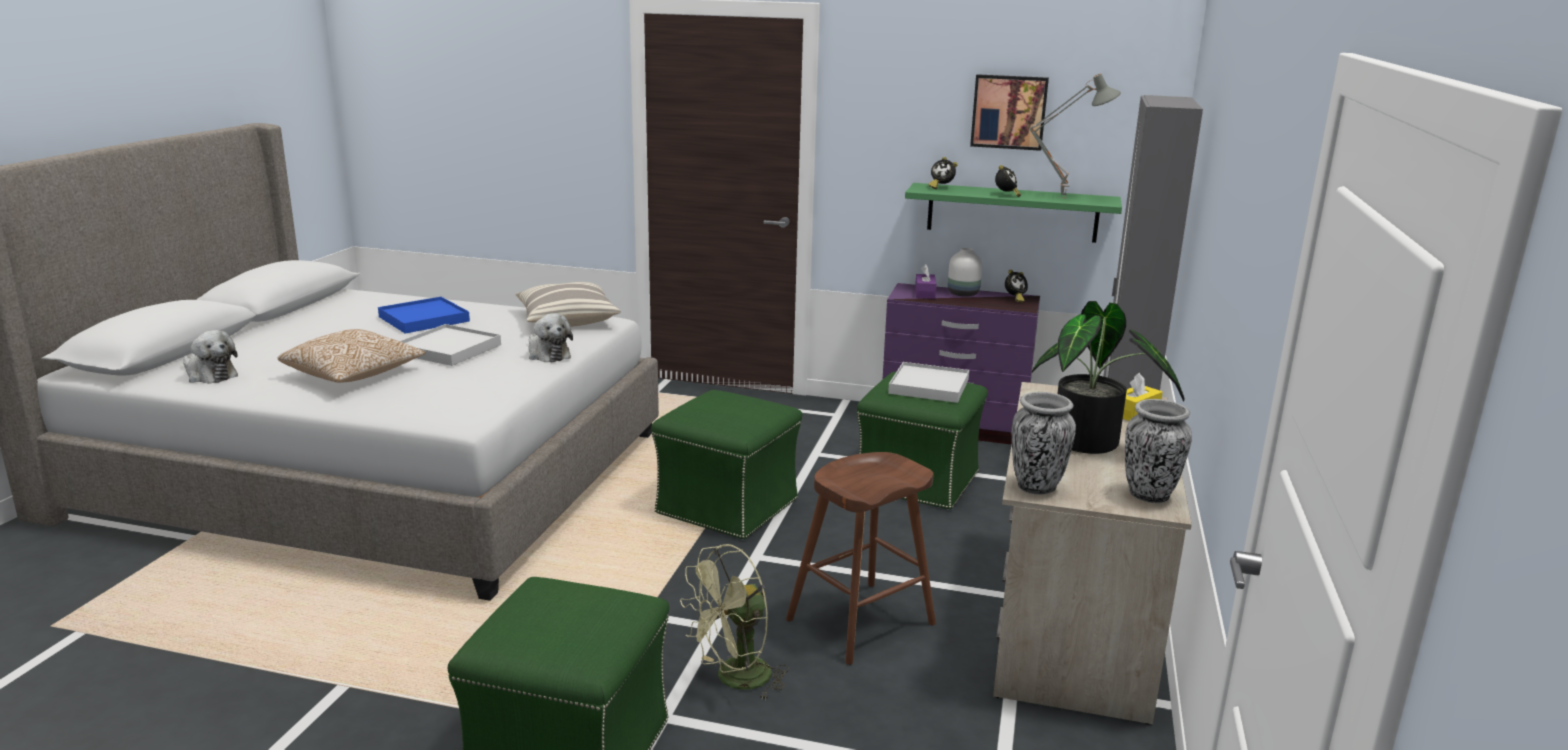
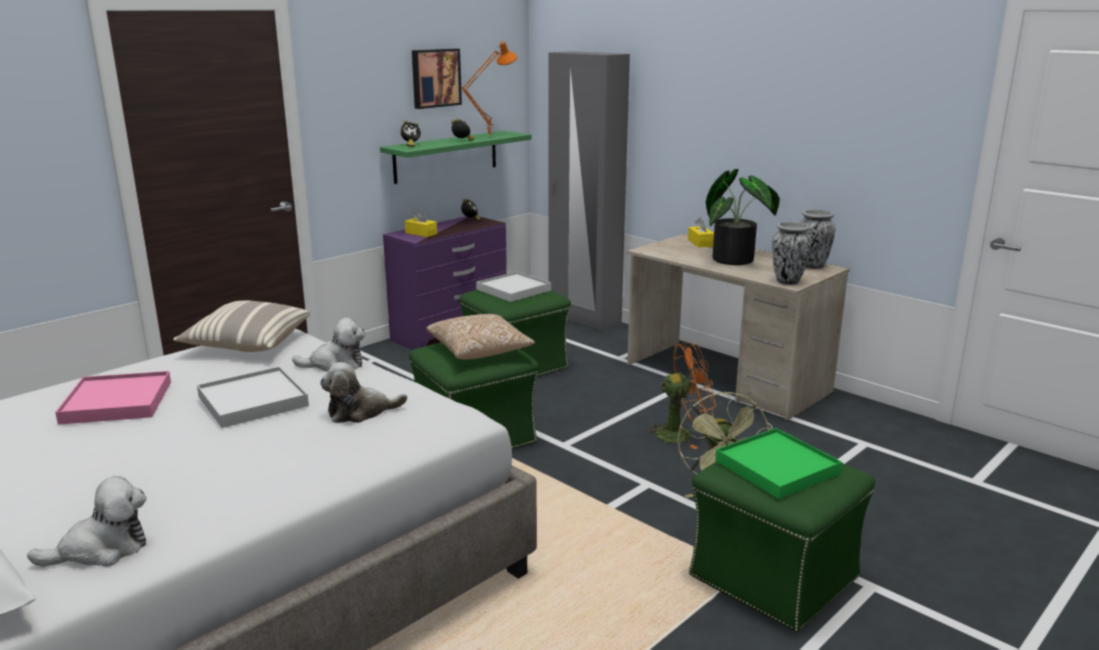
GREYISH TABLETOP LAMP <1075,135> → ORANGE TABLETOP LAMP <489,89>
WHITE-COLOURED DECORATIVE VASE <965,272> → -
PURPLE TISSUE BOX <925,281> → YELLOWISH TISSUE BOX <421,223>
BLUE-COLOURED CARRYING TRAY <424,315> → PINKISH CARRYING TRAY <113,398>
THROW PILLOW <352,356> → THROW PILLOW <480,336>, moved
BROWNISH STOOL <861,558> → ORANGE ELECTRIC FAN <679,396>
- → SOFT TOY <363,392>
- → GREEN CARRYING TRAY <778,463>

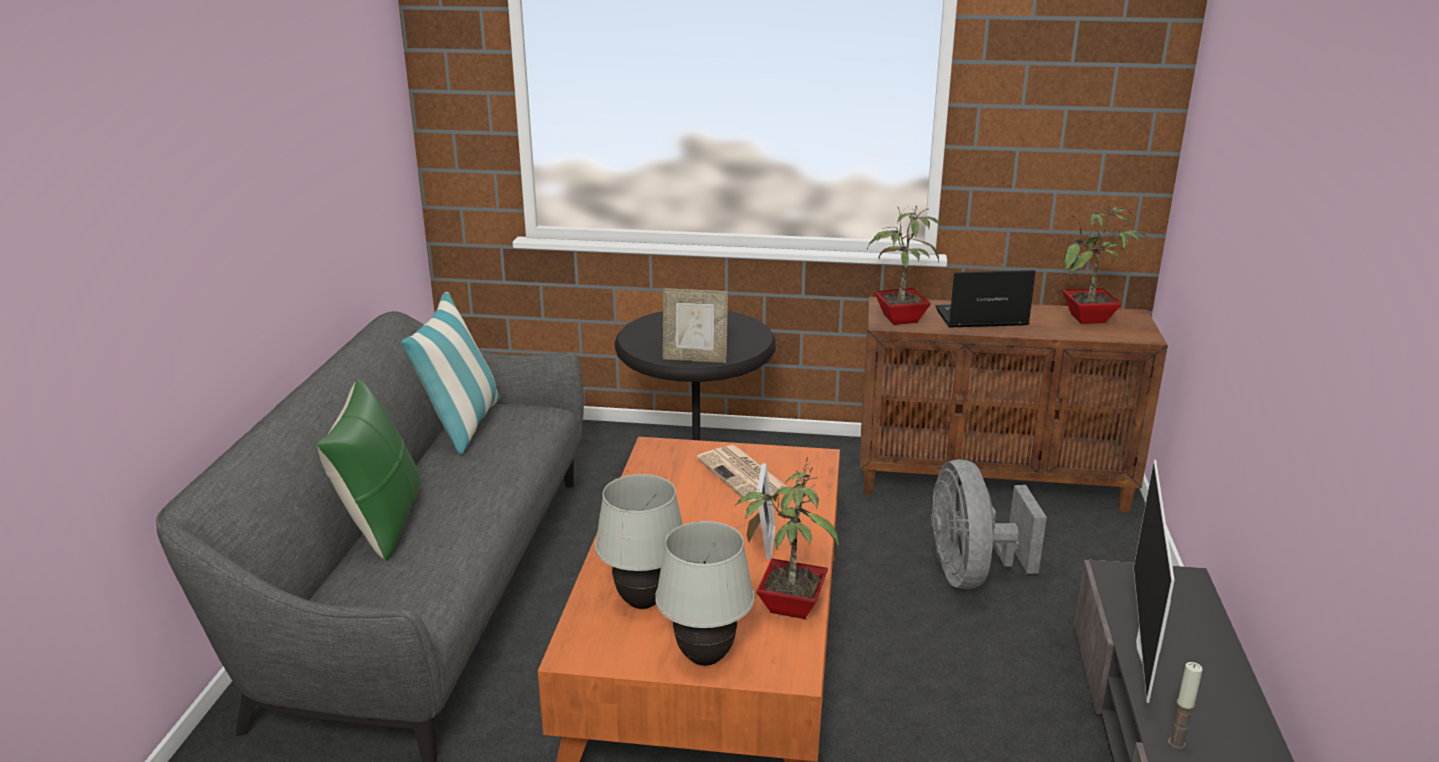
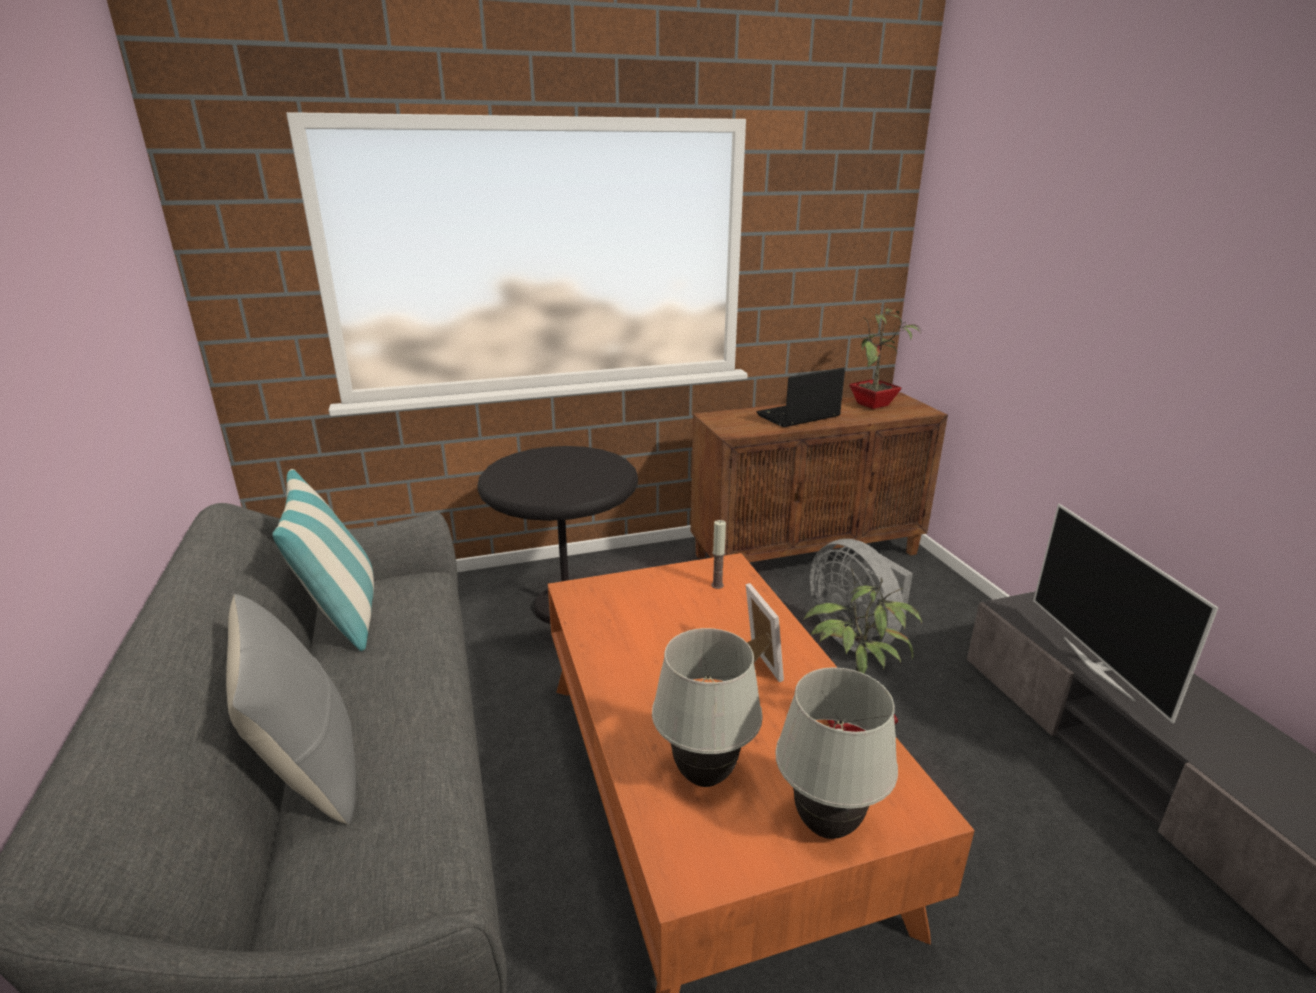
POTTED PLANT <903,265> → -
STANDING FRAME <695,325> → -
GREEN THROW PILLOW <369,470> → GREYISH THROW PILLOW <291,709>
DAILY PAPER <741,473> → -
WAX LIGHT <1185,705> → WAX LIGHT <718,554>, moved

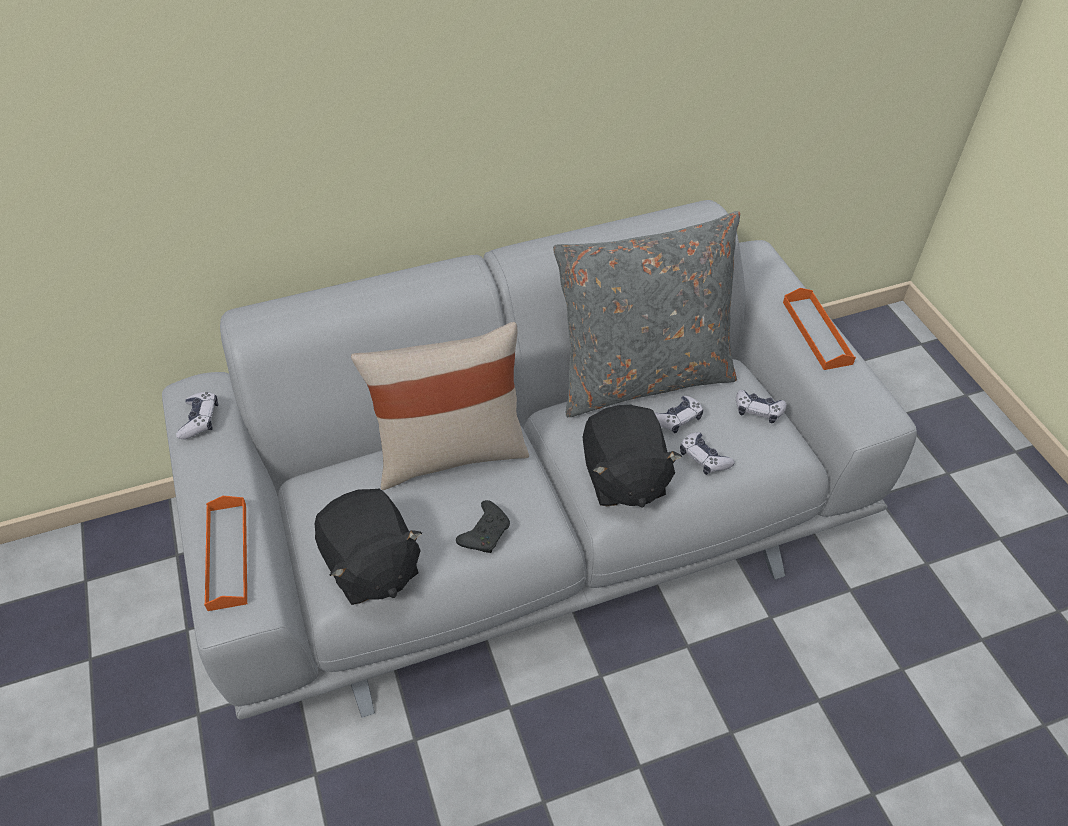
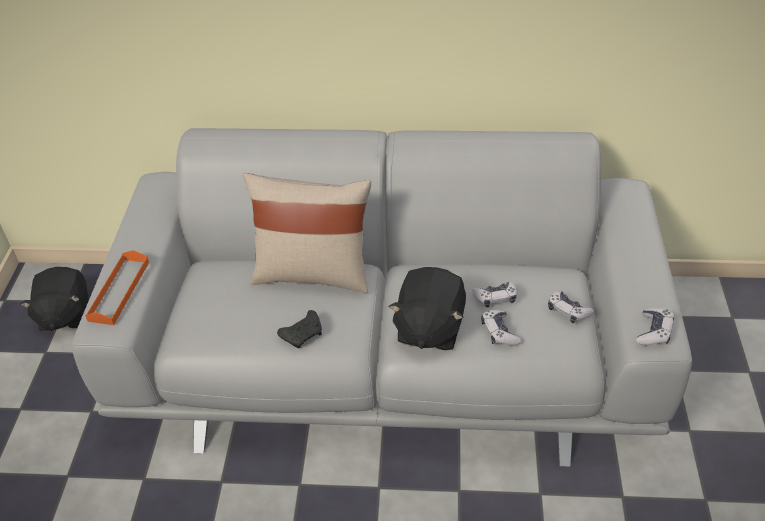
GREYISH THROW PILLOW <646,314> → -
ORANGE CARRYING TRAY <819,329> → -
JOYPAD <197,415> → JOYPAD <655,326>, moved
BLACK SOFT TOY <368,547> → BLACK SOFT TOY <54,299>, moved

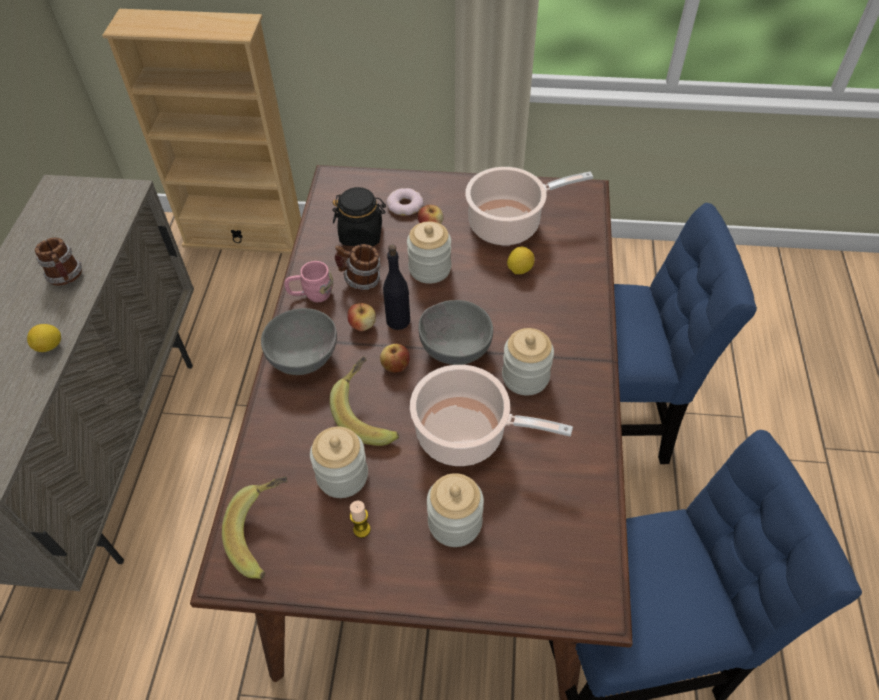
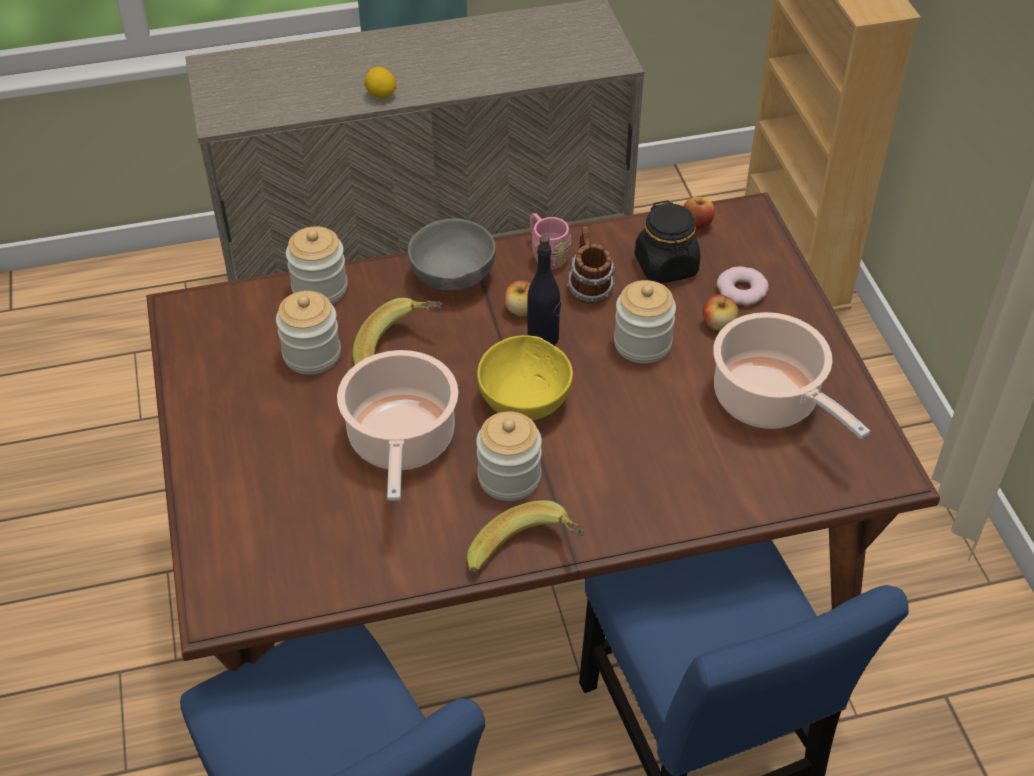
MUG <58,261> → -
LEMON <521,260> → -
GREYISH BOWL <456,332> → YELLOWISH BOWL <525,377>
WHOLE APPLE <395,358> → WHOLE APPLE <699,213>, moved
STORAGE JAR <455,510> → STORAGE JAR <317,265>, moved
BANANA FRUIT <254,528> → BANANA FRUIT <525,537>, moved
WAX LIGHT <360,519> → -

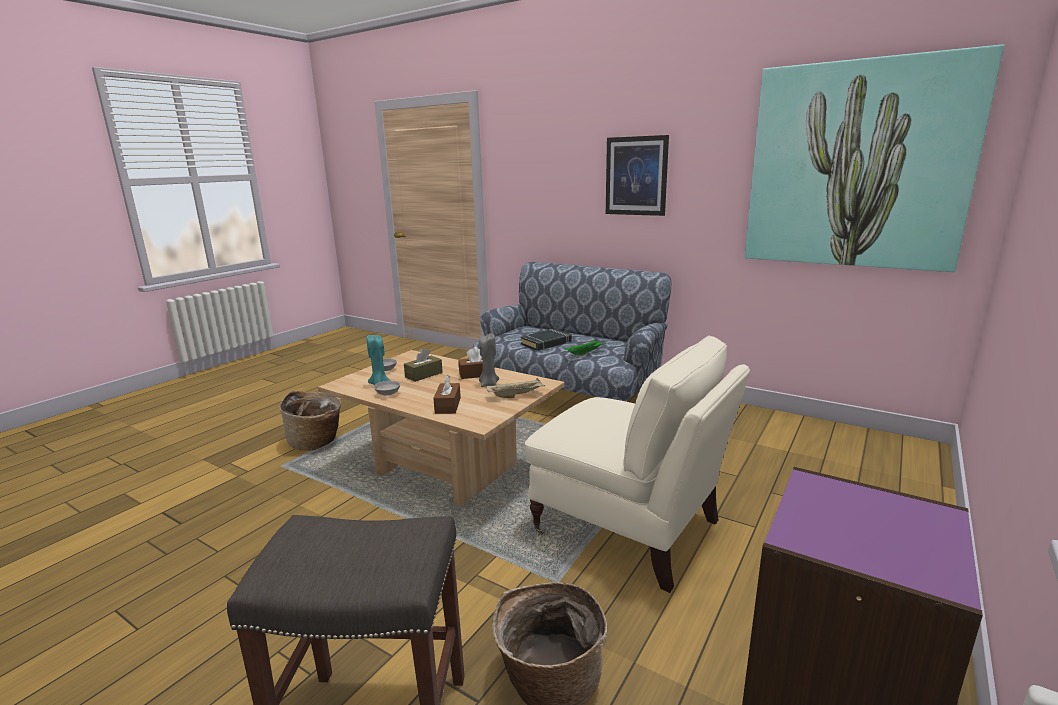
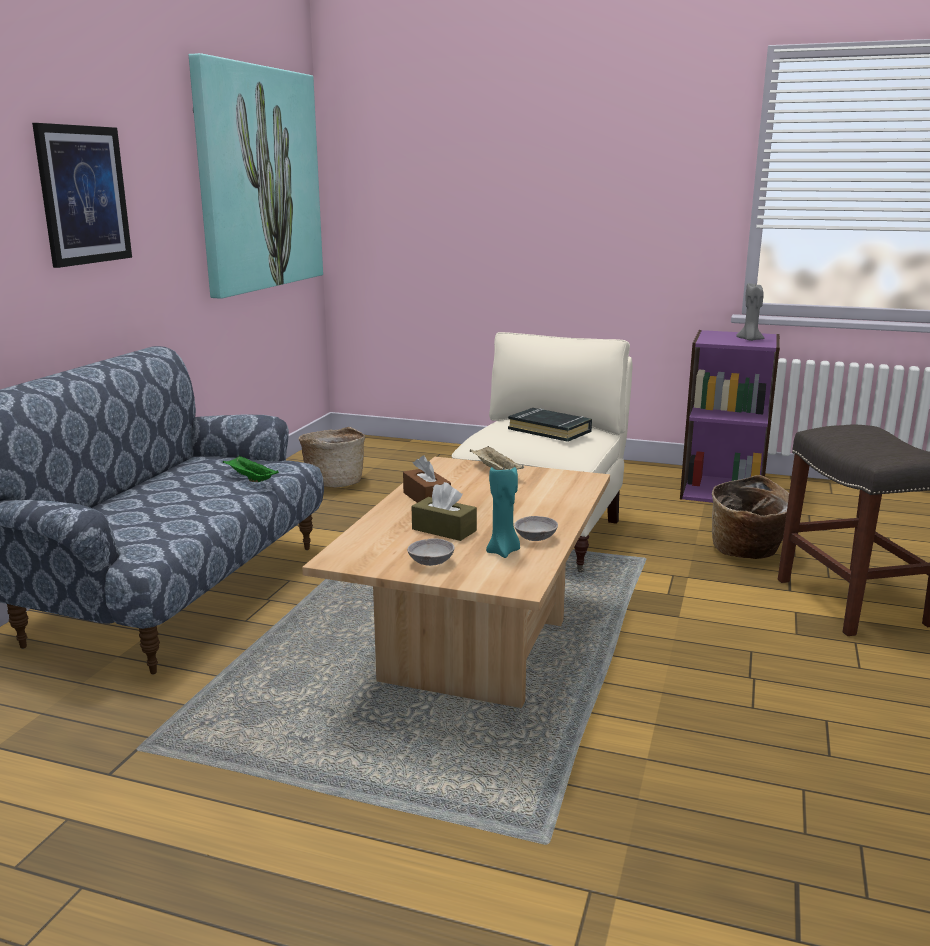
BLACK VOLUME <546,339> → BLACK VOLUME <550,425>, moved
GREYISH WAX LIGHT <489,360> → GREYISH WAX LIGHT <750,312>, moved
BROWNISH TISSUE BOX <447,394> → -
HOUSEHOLD BASKET <310,421> → HOUSEHOLD BASKET <331,457>, moved

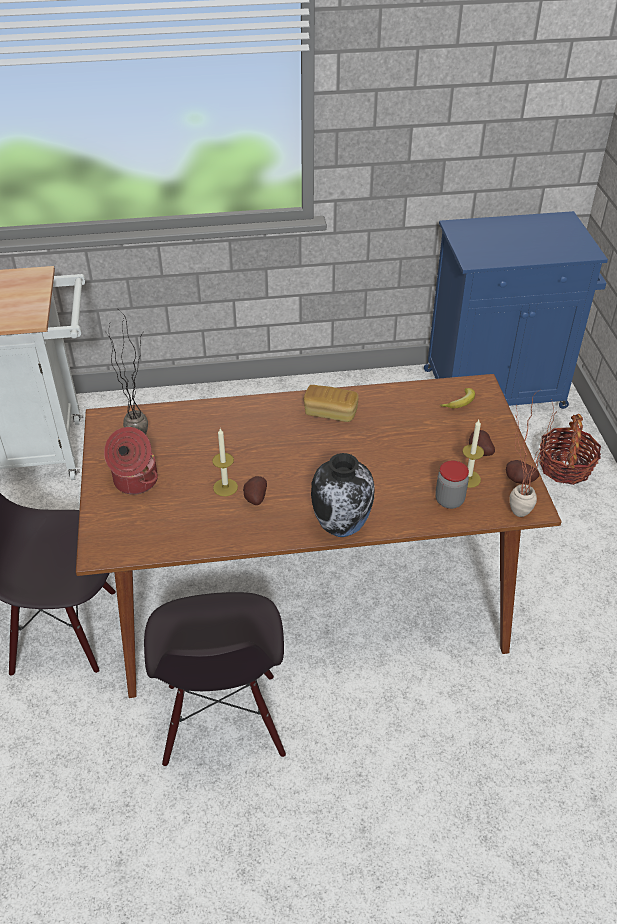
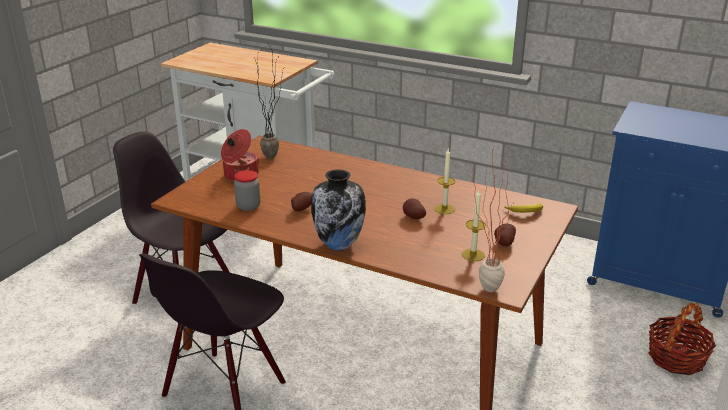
BREAD <331,403> → -
WAX LIGHT <225,462> → WAX LIGHT <444,181>, moved
STORAGE JAR <452,484> → STORAGE JAR <247,190>, moved
WHOLE POTATO <522,472> → WHOLE POTATO <414,208>, moved

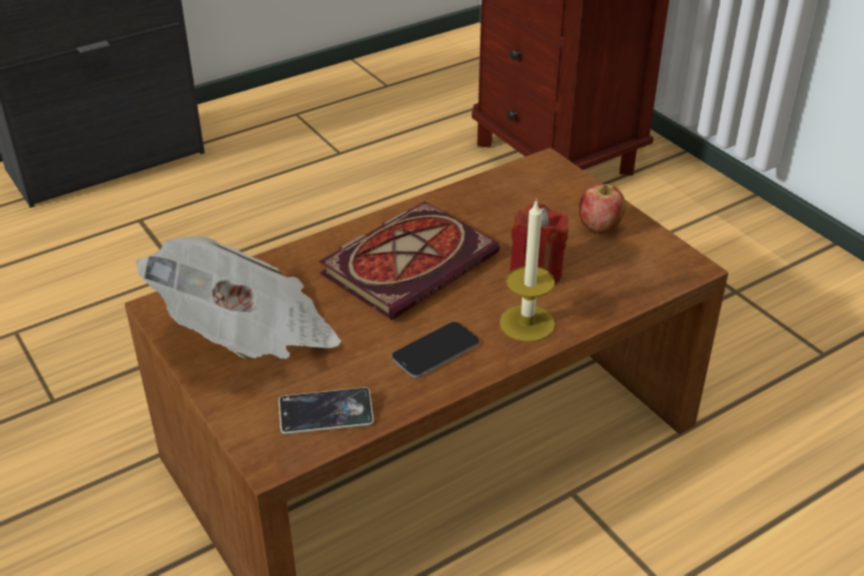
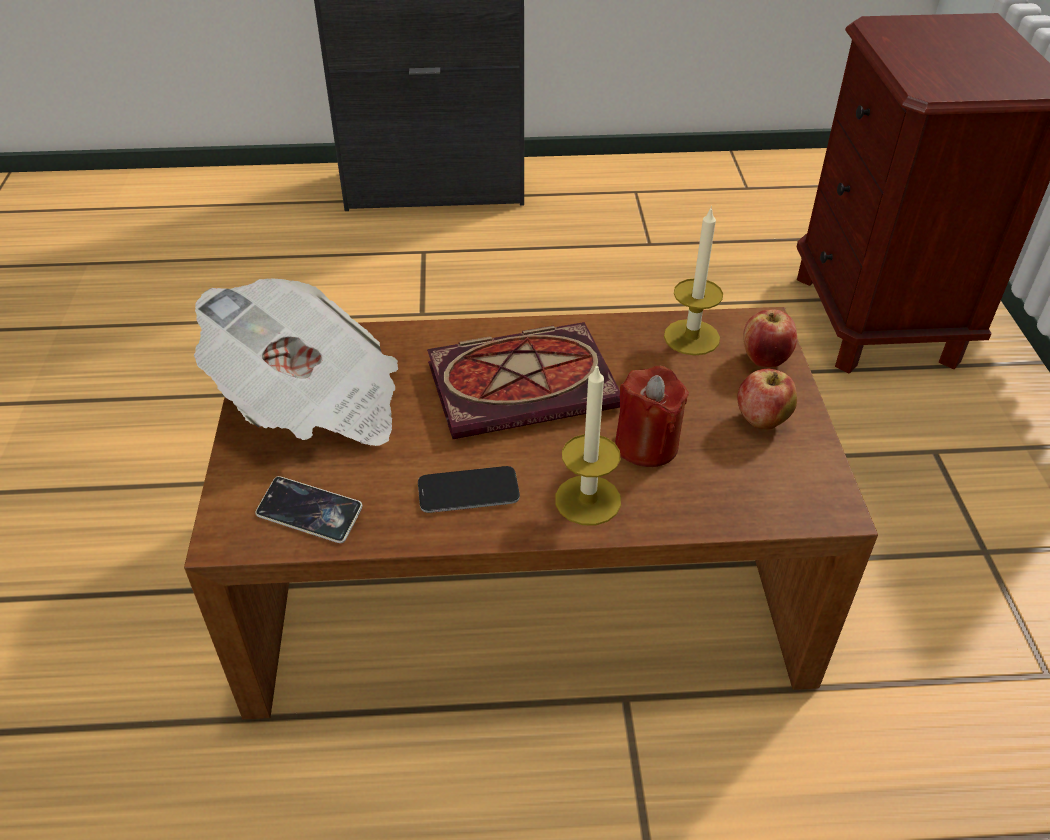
- → WAX LIGHT <693,281>
- → WHOLE APPLE <770,338>

